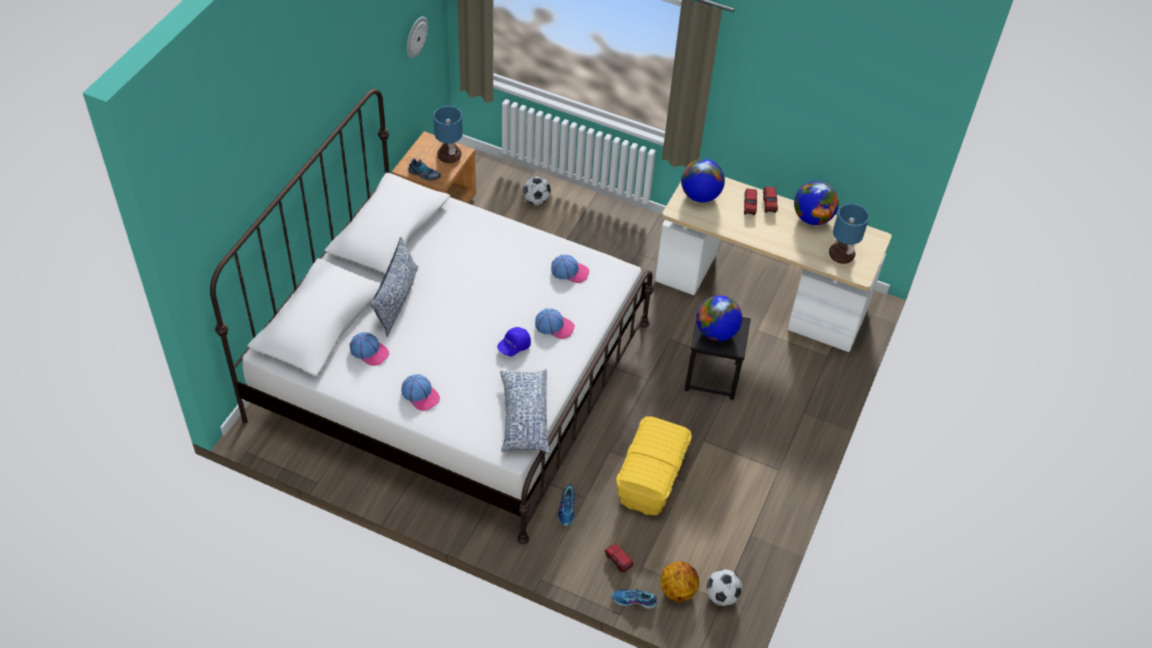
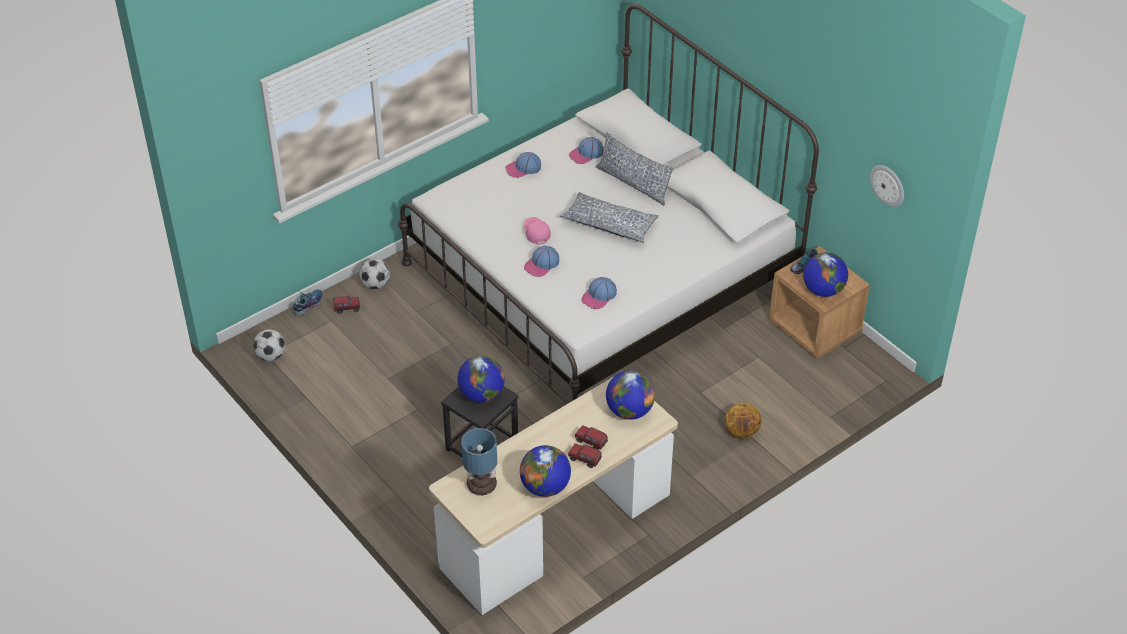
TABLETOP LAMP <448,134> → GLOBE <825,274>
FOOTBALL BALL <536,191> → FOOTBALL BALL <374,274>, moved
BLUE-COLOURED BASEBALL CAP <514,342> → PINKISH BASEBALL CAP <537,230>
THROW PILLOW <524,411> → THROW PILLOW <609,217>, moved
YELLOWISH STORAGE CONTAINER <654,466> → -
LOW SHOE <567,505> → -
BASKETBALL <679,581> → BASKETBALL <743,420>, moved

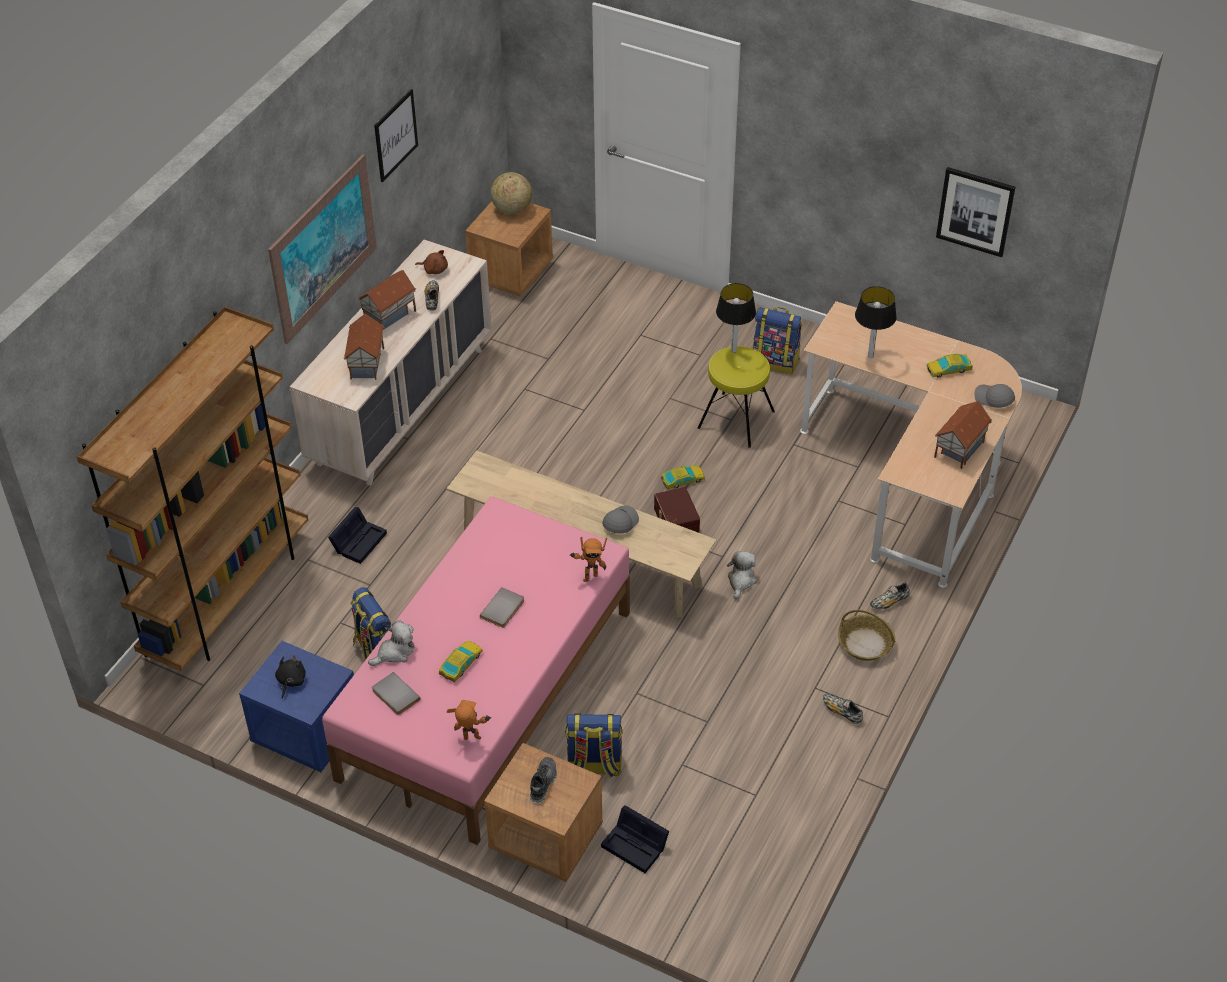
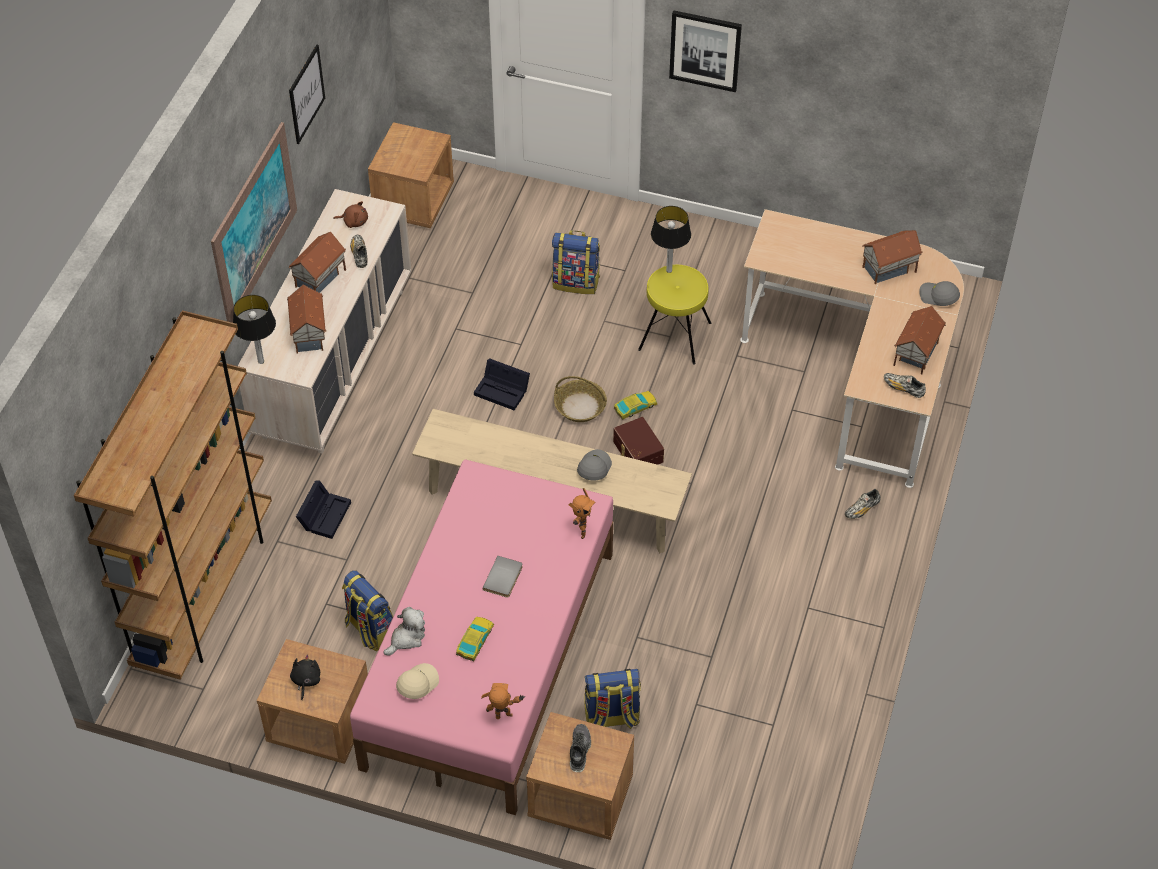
PICTURE <975,212> → PICTURE <705,51>, moved
GLOBE <511,193> → -
TABLETOP LAMP <876,322> → TABLETOP LAMP <254,329>, moved
BACKPACK <777,340> → BACKPACK <576,262>, moved
TOY CAR <949,366> → MINIATURE HOUSE <892,257>
ROBOT FIGURE <588,559> → ROBOT FIGURE <582,513>, 45 degrees counterclockwise
SOFT TOY <742,575> → -
HOUSEHOLD BASKET <866,635> → HOUSEHOLD BASKET <580,399>, moved
BLUE-COLOURED NIGHT TABLE <296,706> → BROWNISH NIGHT TABLE <312,701>
GREYISH VOLUME <396,693> → BEIGE-COLOURED BASEBALL CAP <417,681>
LOW SHOE <843,709> → LOW SHOE <905,385>, moved
BLACK STORAGE CONTAINER <635,839> → BLACK STORAGE CONTAINER <502,384>, moved

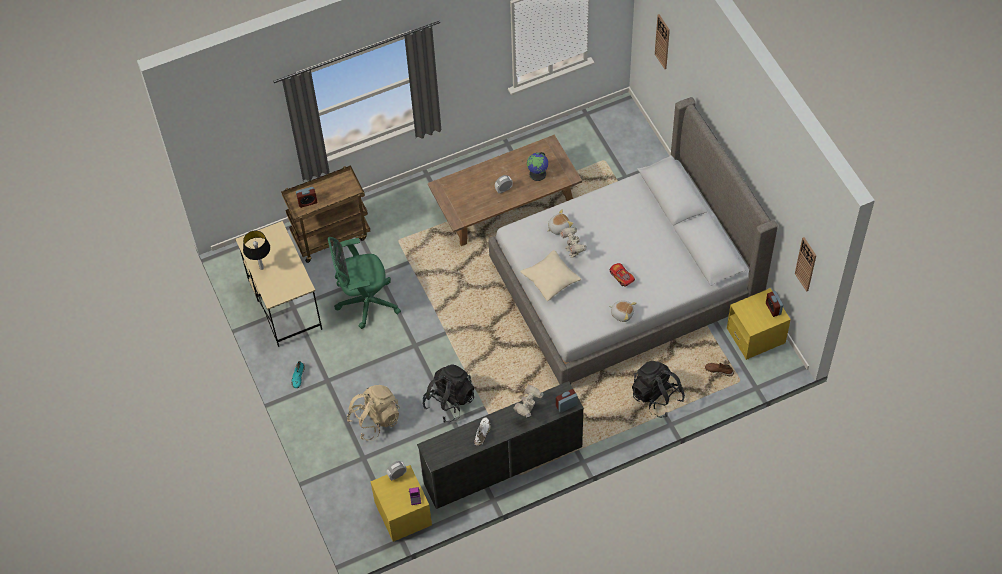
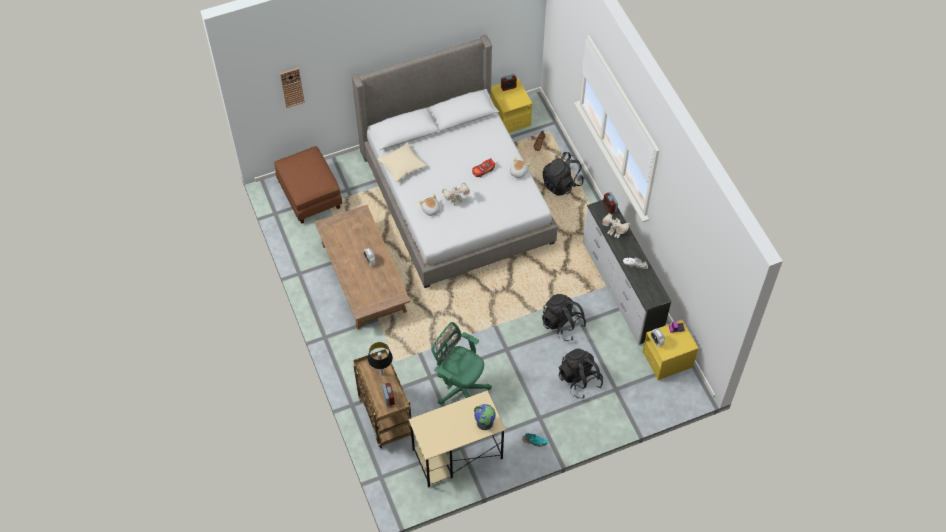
GLOBE <537,166> → GLOBE <485,417>, moved
TABLETOP LAMP <256,250> → TABLETOP LAMP <380,358>, moved
GREEN DESK CHAIR <364,283> → GREEN DESK CHAIR <461,363>, 135 degrees clockwise
CLOCK ON THE WALL <805,264> → -
BEIGE-COLOURED THROW PILLOW <550,275> → BEIGE-COLOURED THROW PILLOW <401,162>, moved
BEIGE-COLOURED BACKPACK <373,413> → BLACK BACKPACK <581,374>
- → BROWNISH POUFFE <308,185>

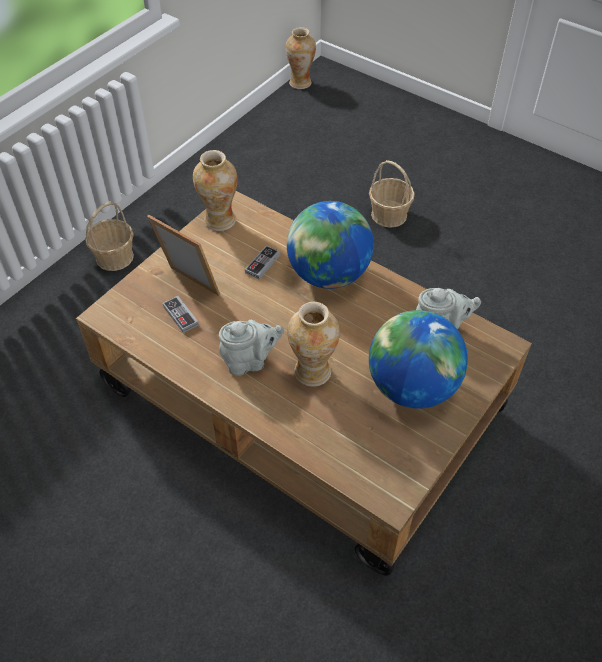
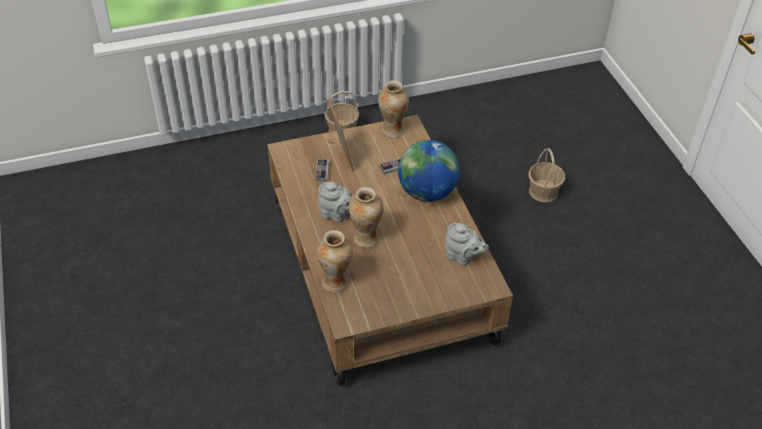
DECORATIVE VASE <300,58> → DECORATIVE VASE <335,261>, moved
GLOBE <418,359> → -

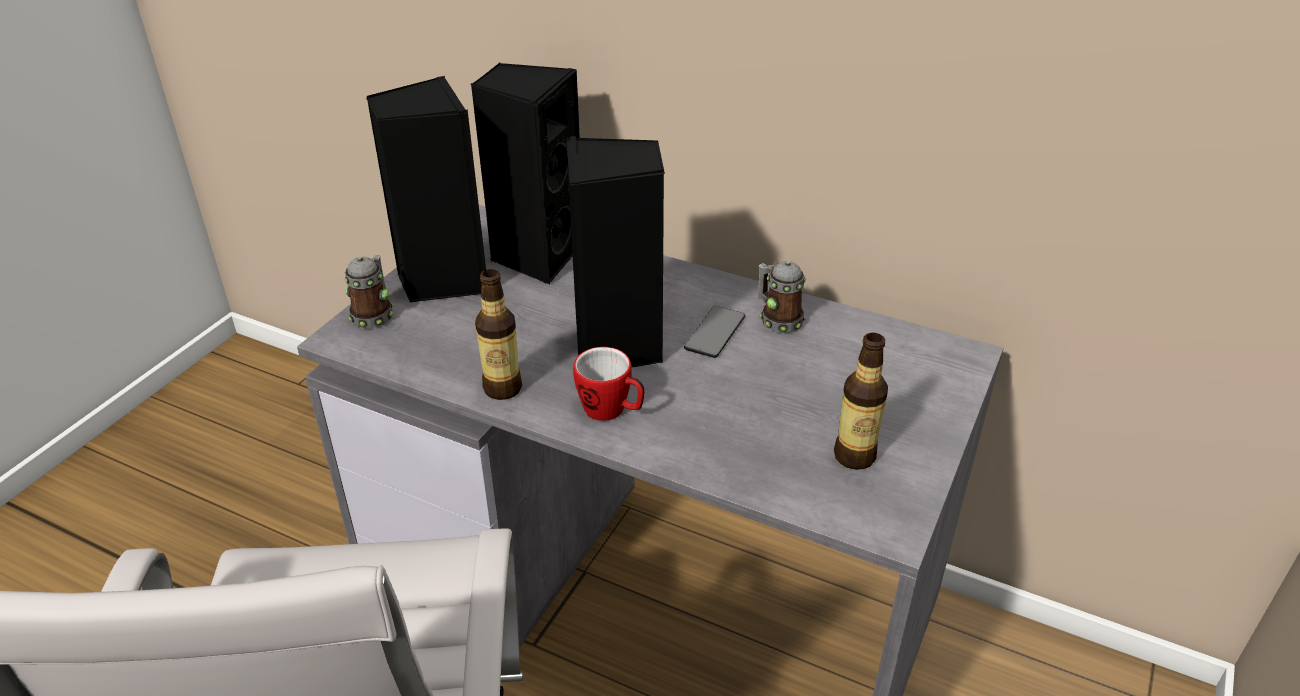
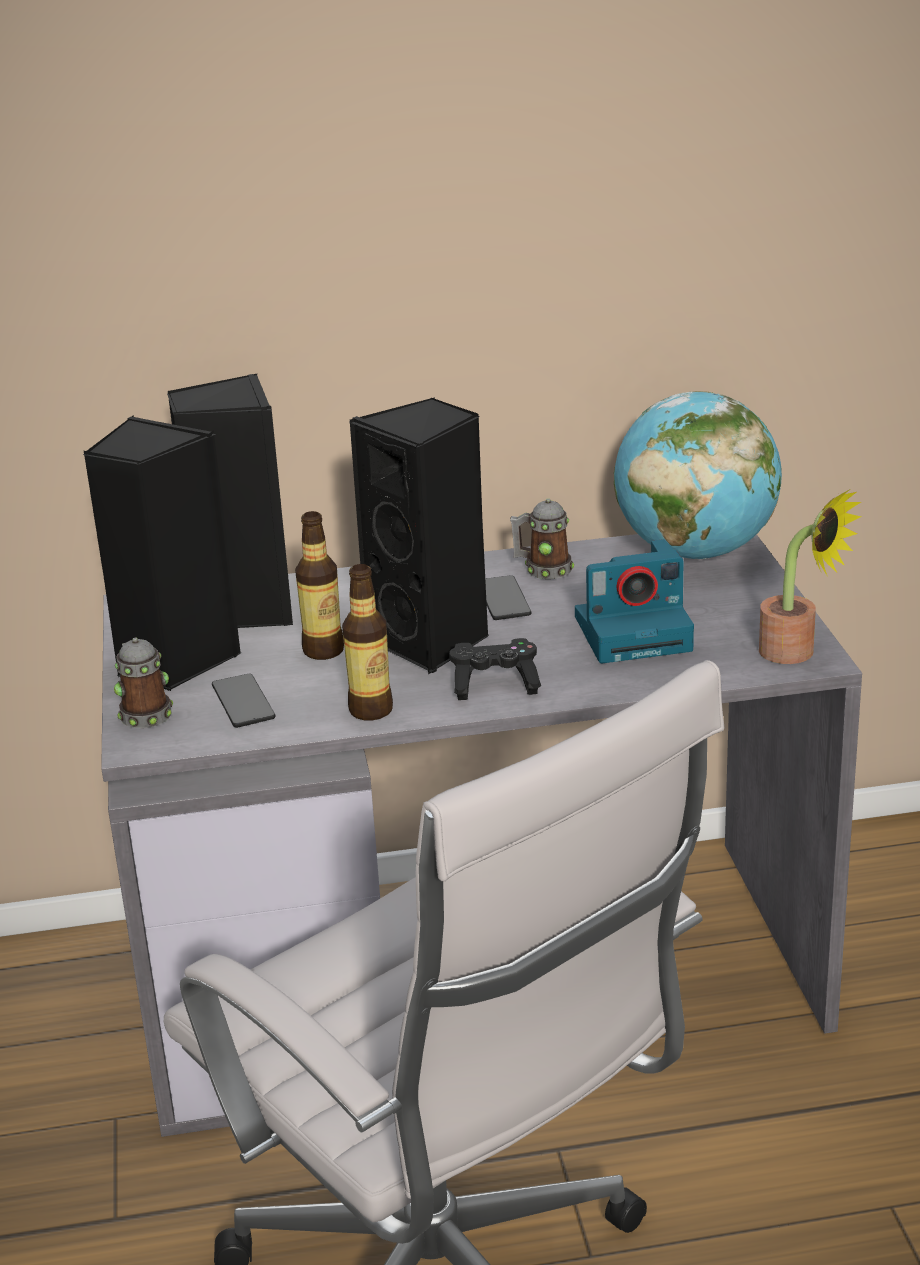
BOTTLE <861,401> → BOTTLE <319,585>, moved
MUG <609,384> → BLACK JOYPAD <495,669>
- → GLOBE <698,475>
- → POTTED PLANT <810,577>
- → PHOTO CAMERA <634,601>
- → HANDSET <244,700>

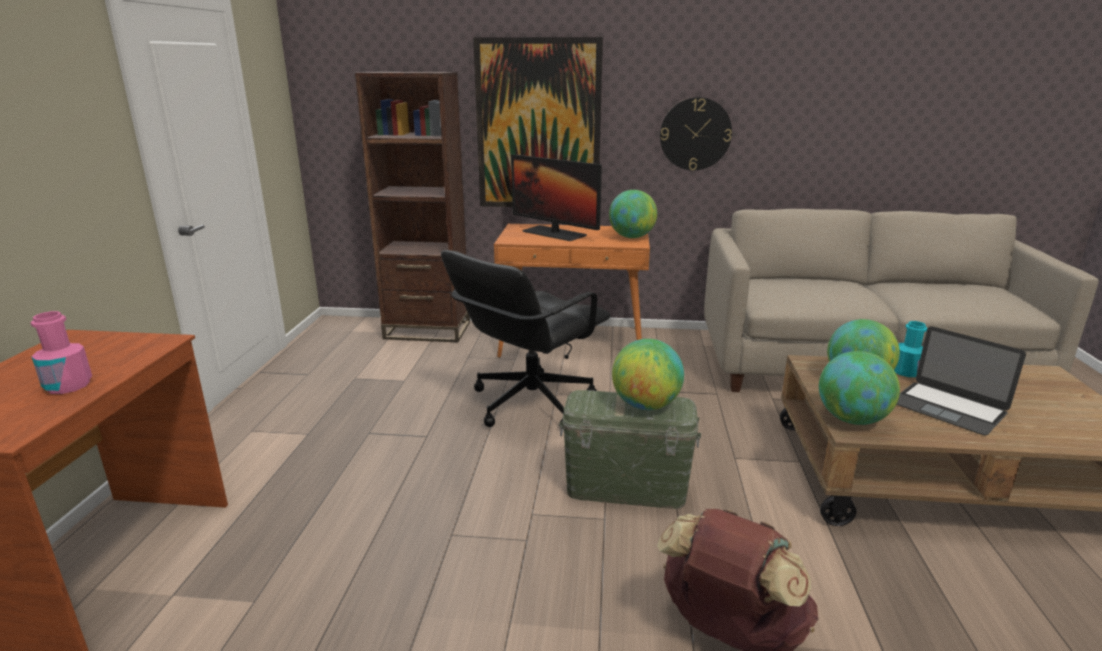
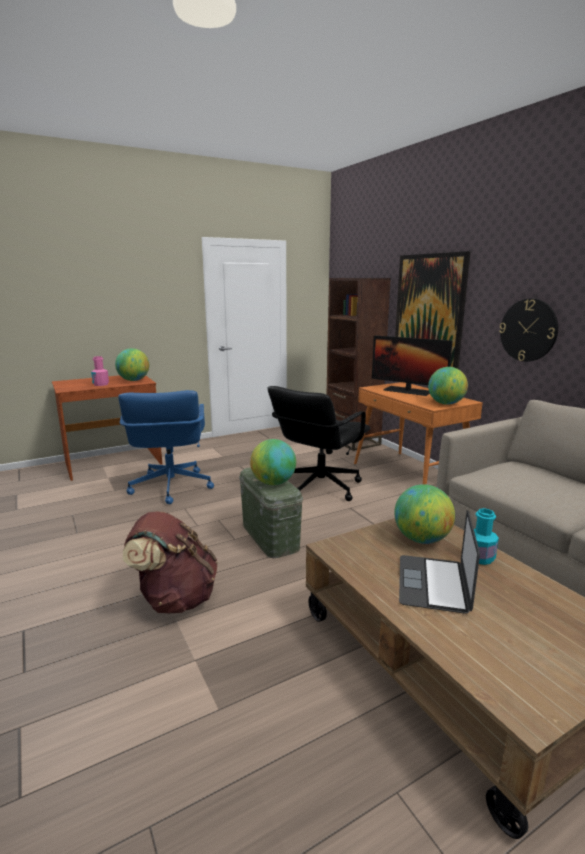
COMPUTER DISPLAY <556,197> → COMPUTER DISPLAY <412,365>, 60 degrees counterclockwise
BLACK DESK CHAIR <526,338> → BLACK DESK CHAIR <319,443>, 60 degrees counterclockwise
GLOBE <859,388> → GLOBE <132,364>, moved
- → BLUE-COLOURED DESK CHAIR <166,447>

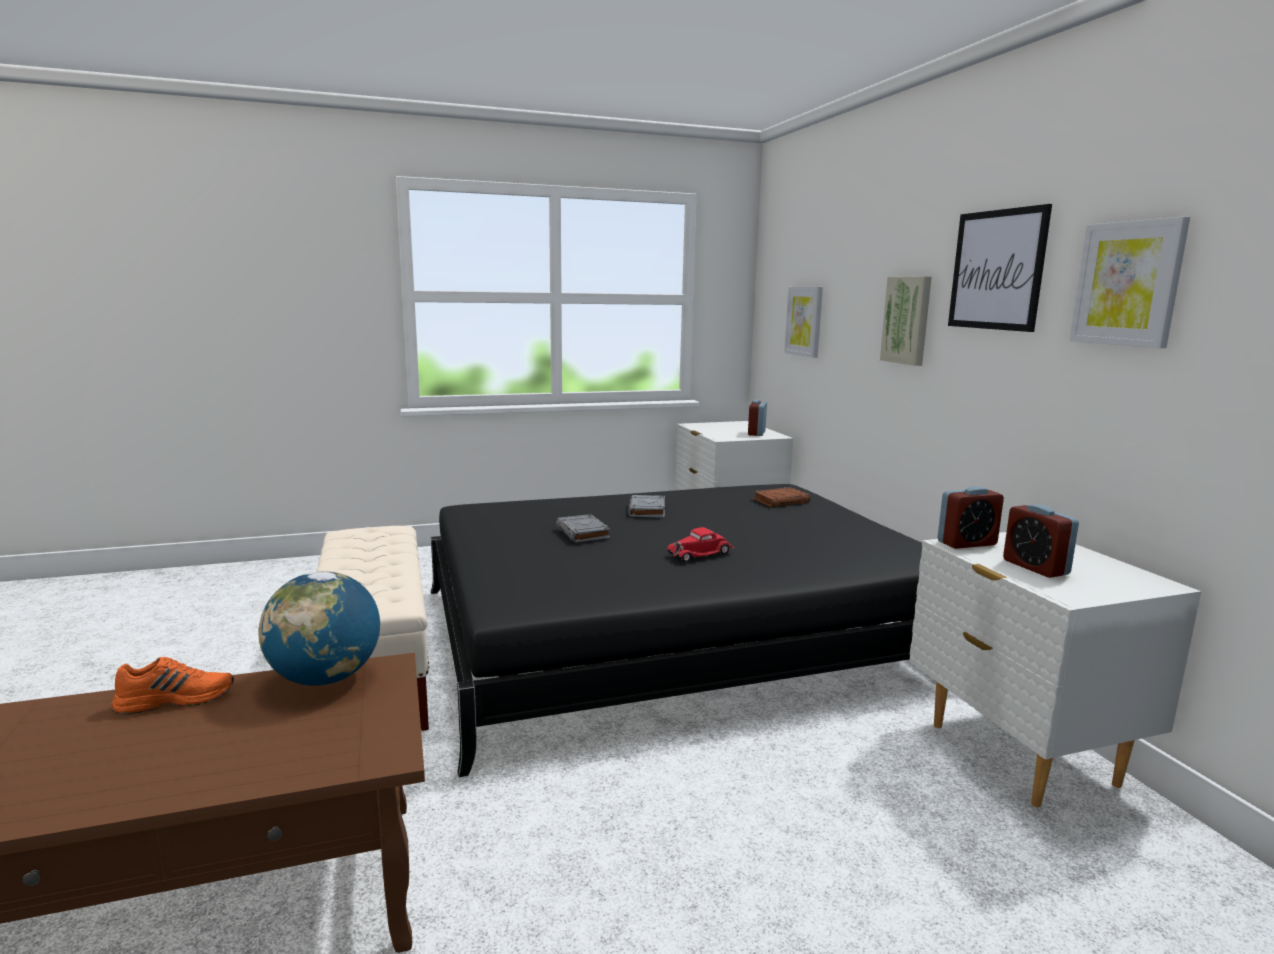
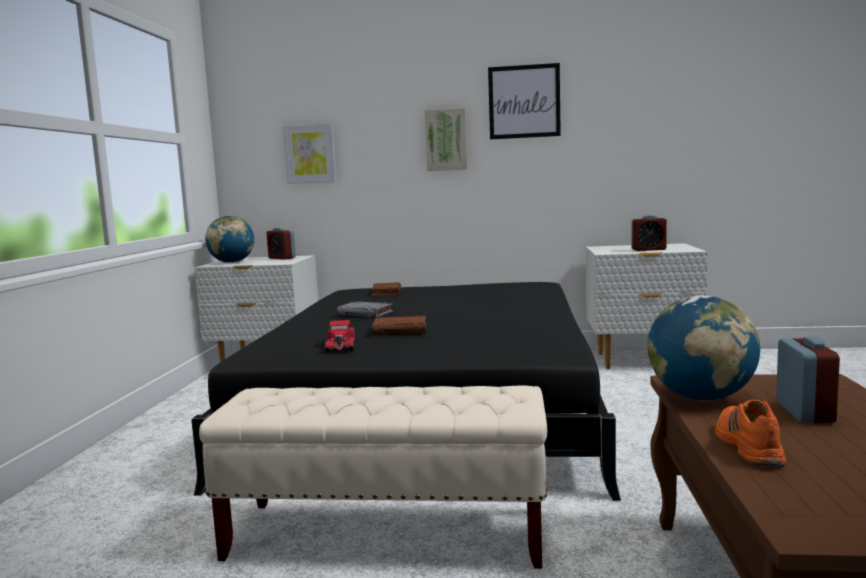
PICTURE <1129,282> → -
BEDSIDE CLOCK <970,517> → BEDSIDE CLOCK <808,380>, moved
GREYISH VOLUME <583,528> → BROWNISH VOLUME <399,325>
REDDISH TOY CAR <700,544> → REDDISH TOY CAR <340,336>, moved
- → GLOBE <229,239>

